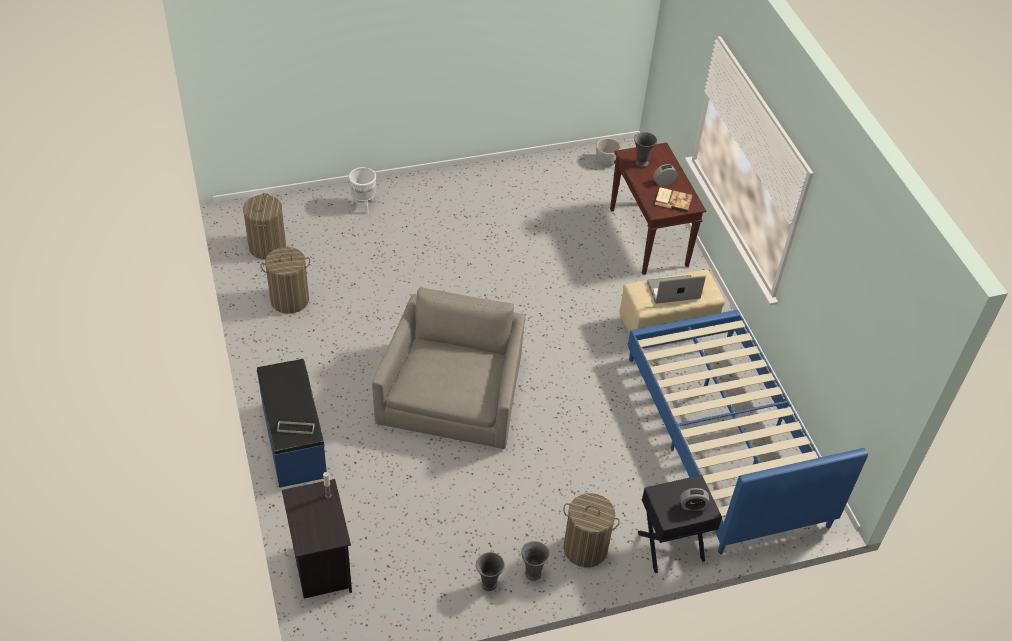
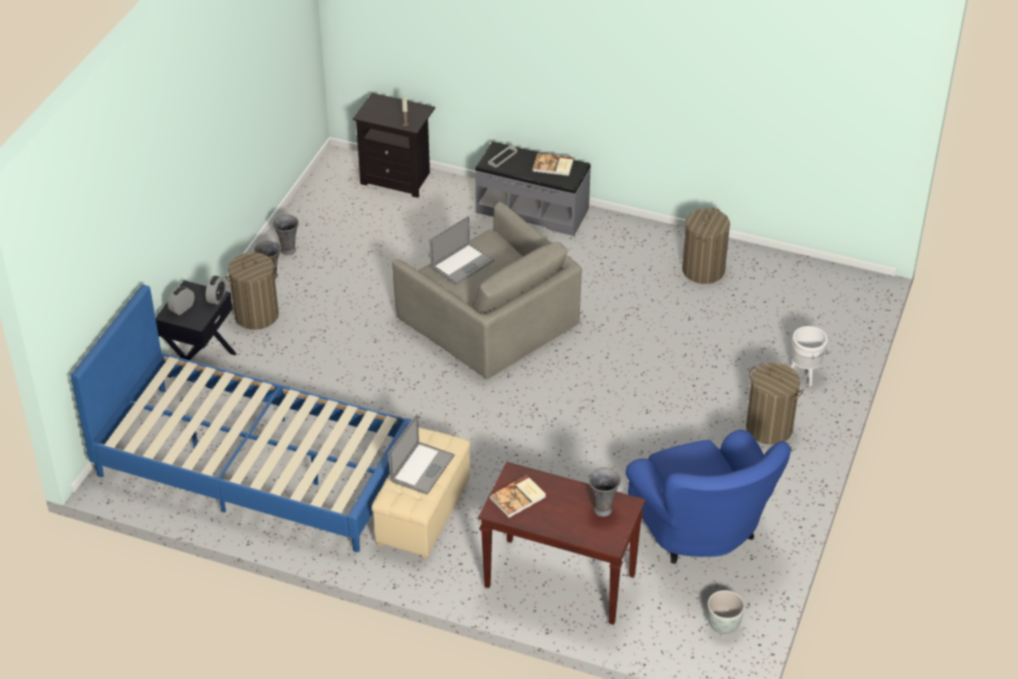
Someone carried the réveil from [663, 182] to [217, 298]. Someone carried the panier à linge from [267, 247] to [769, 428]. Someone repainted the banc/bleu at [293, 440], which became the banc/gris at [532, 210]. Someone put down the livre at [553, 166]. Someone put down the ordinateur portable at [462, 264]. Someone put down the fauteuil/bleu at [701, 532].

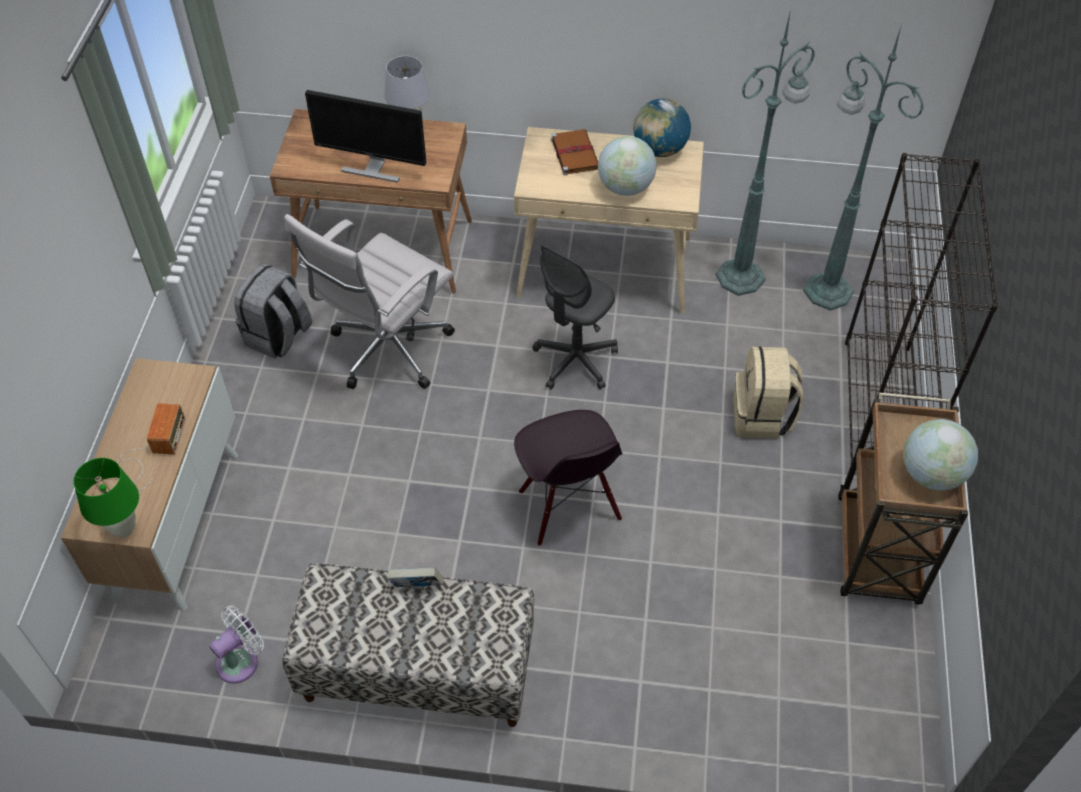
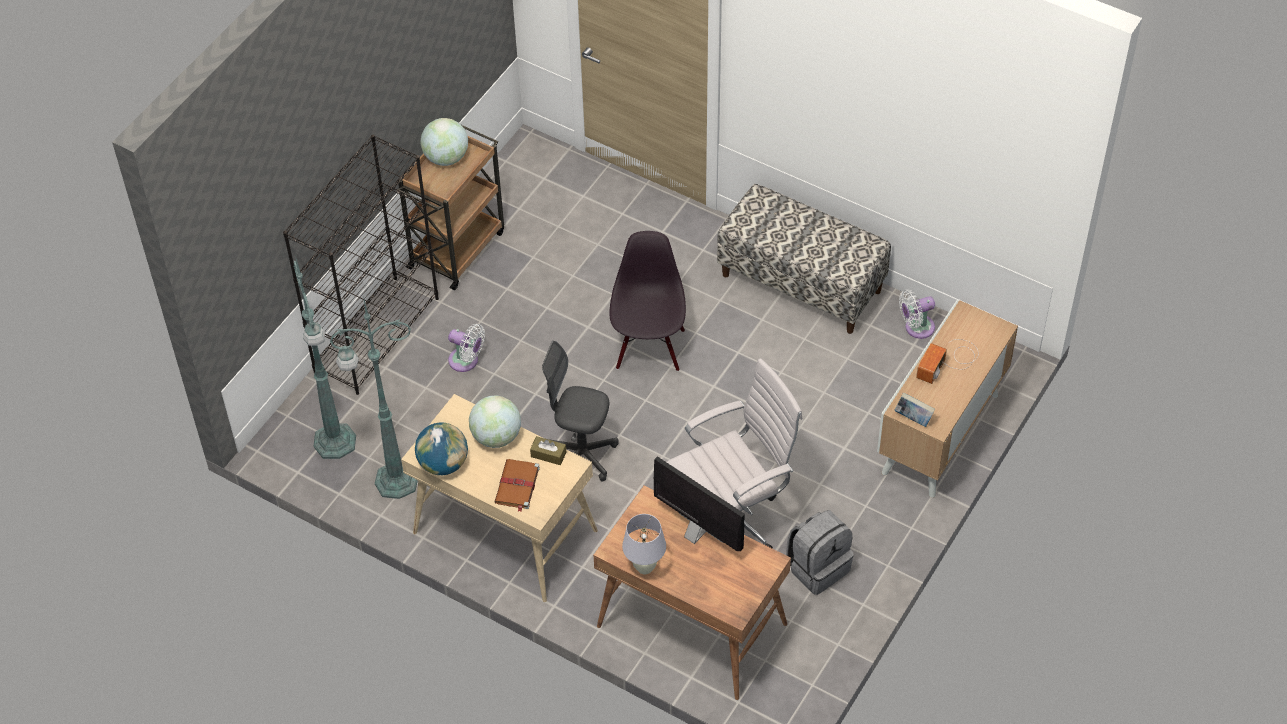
Someone rotated the chaise de bureau/gris at [575, 361] by 135 degrees counterclockwise. Someone swapped the sac à dos/beige at [762, 416] for the ventilateur/blanc at [466, 361]. Someone took away the lampe de table/vert at [123, 528]. Someone carried the livre from [417, 587] to [913, 418]. Someone put down the boîte à mouchoirs/marron at [548, 454].

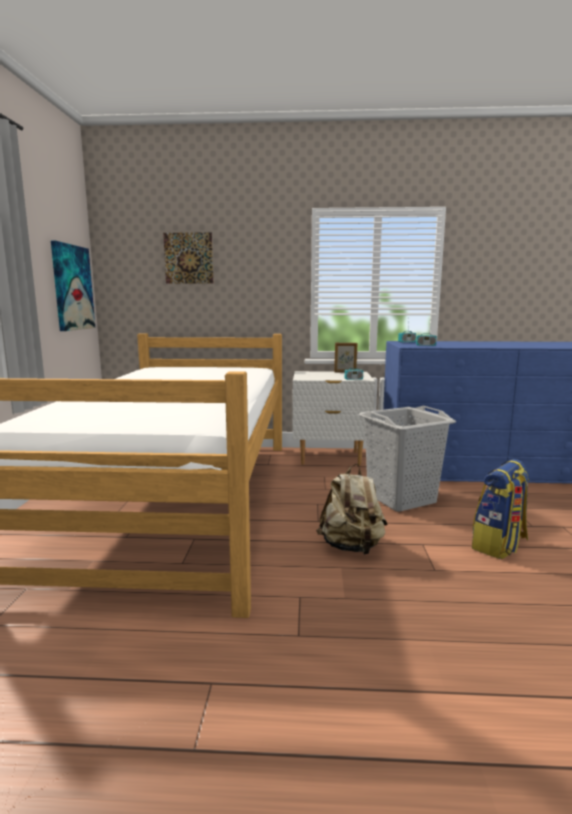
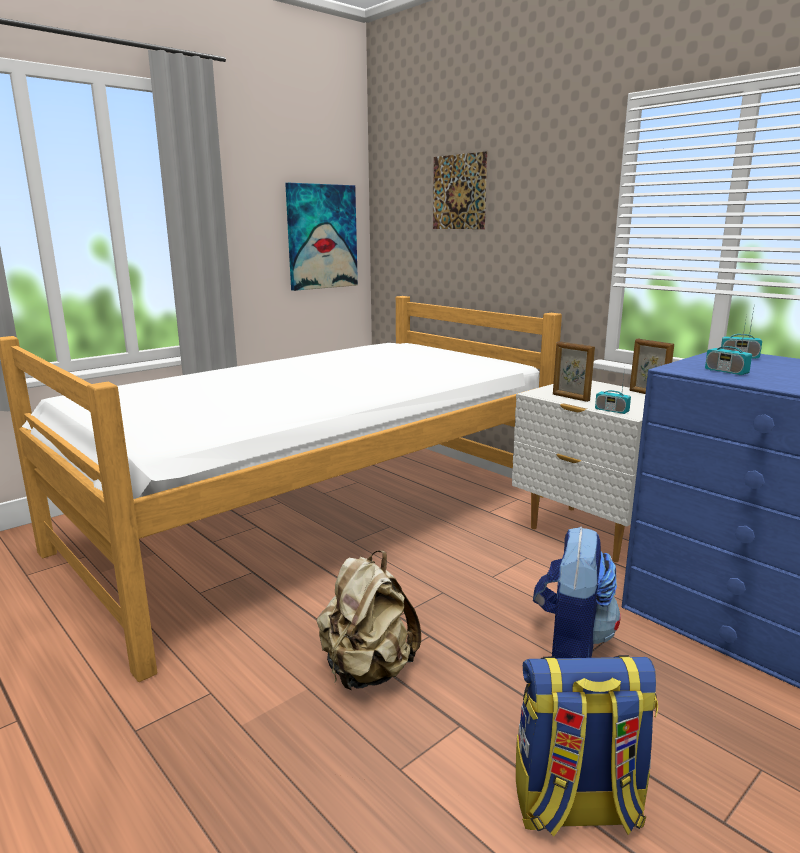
Someone swapped the panier à linge/gris at [400, 498] for the sac à dos at [571, 641]. Someone put down the cadre photo at [570, 397].

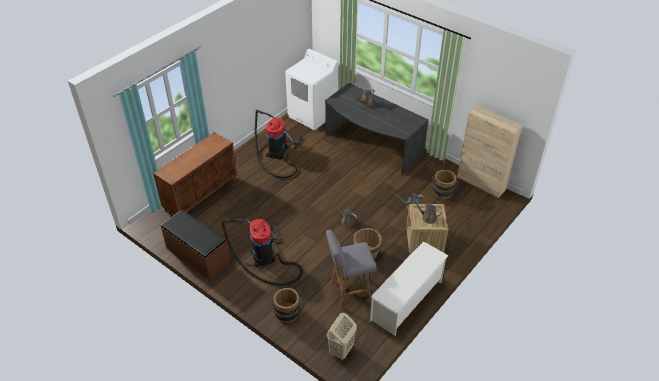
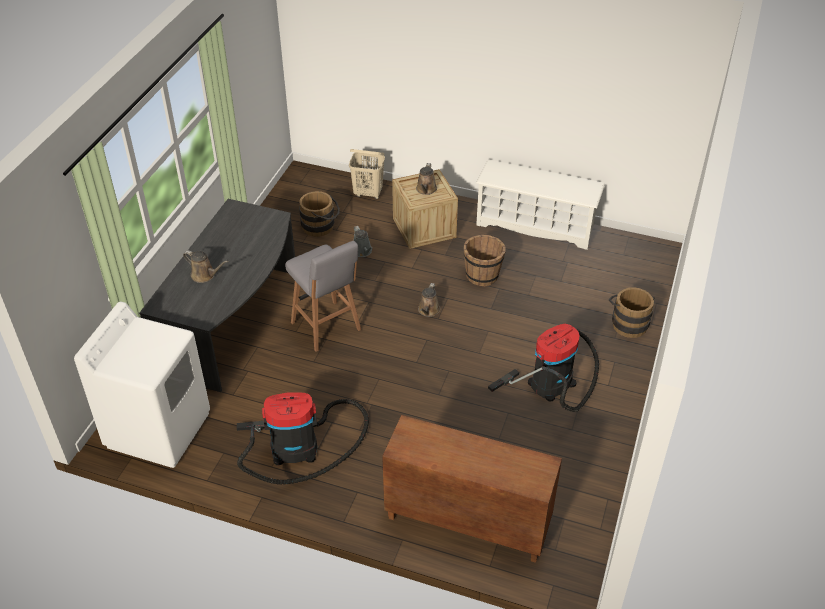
Someone took away the meuble de rangement/beige at [481, 183]. Someone took away the banc/marron at [197, 255]. Someone carried the tabouret/gris from [349, 292] to [327, 327]. Someone carried the panier à linge/beige from [341, 350] to [368, 193].

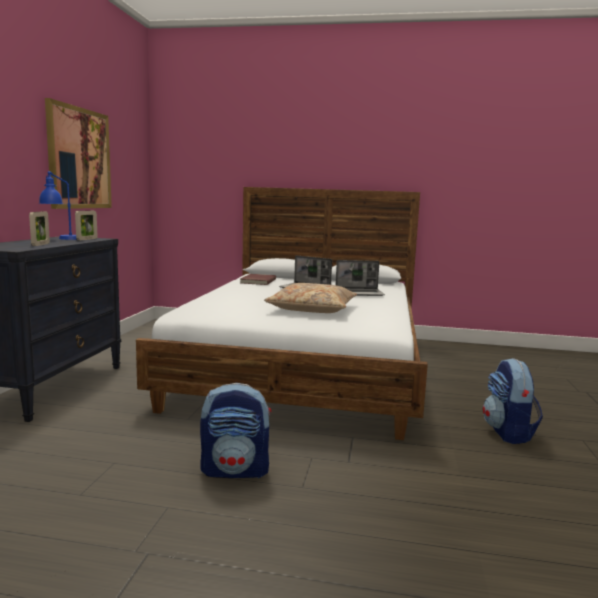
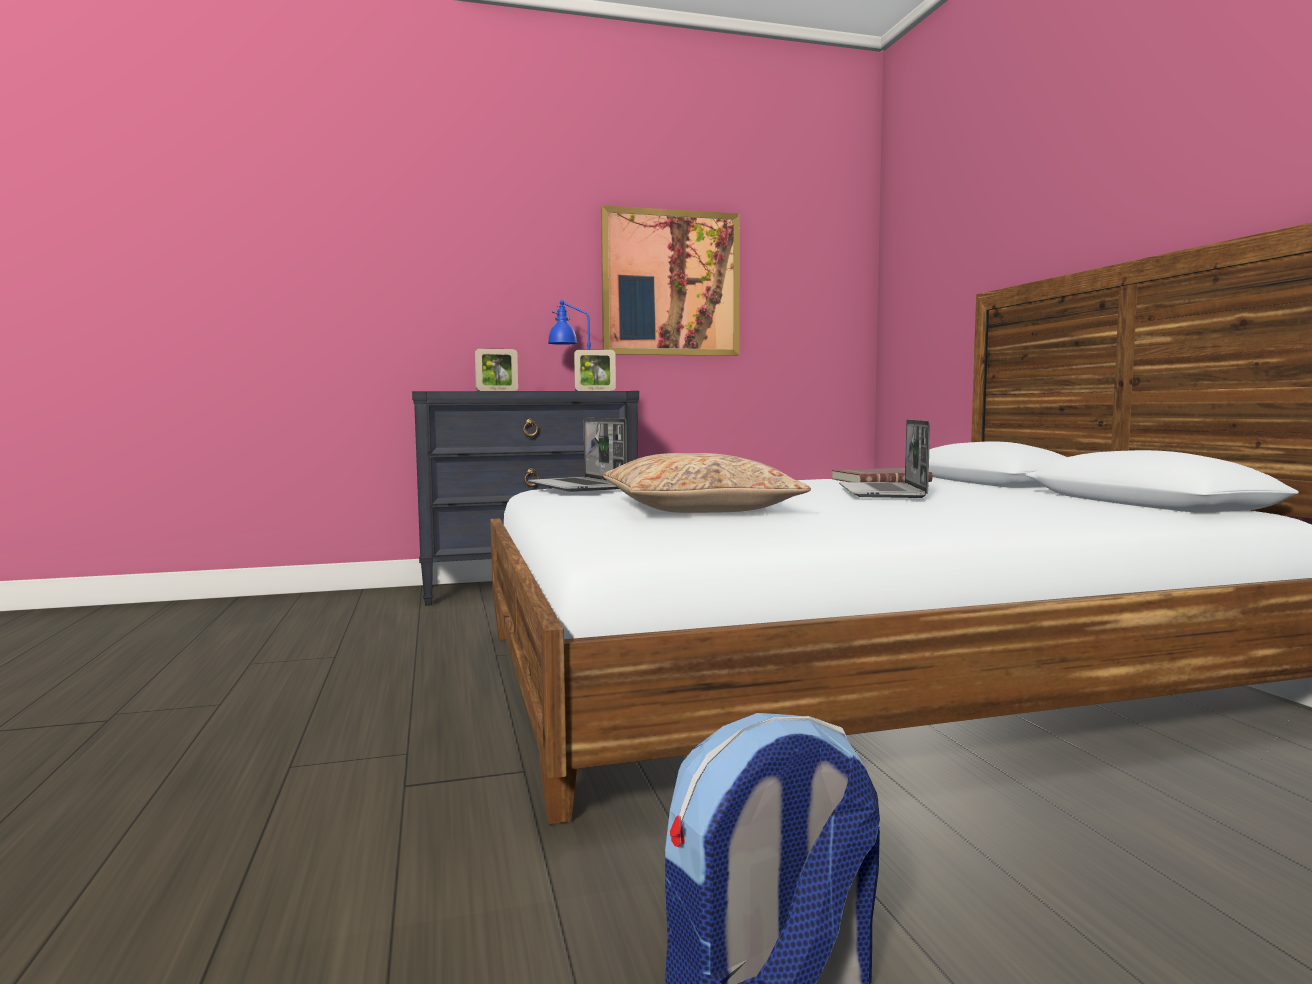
Someone carried the ordinateur portable from [359, 293] to [578, 487]. Someone took away the sac à dos at [236, 470].

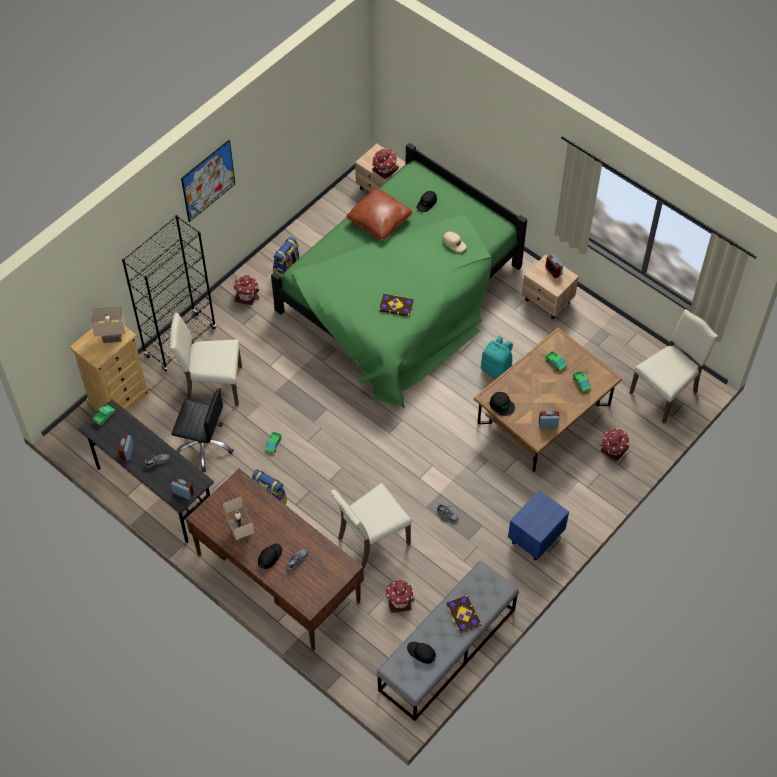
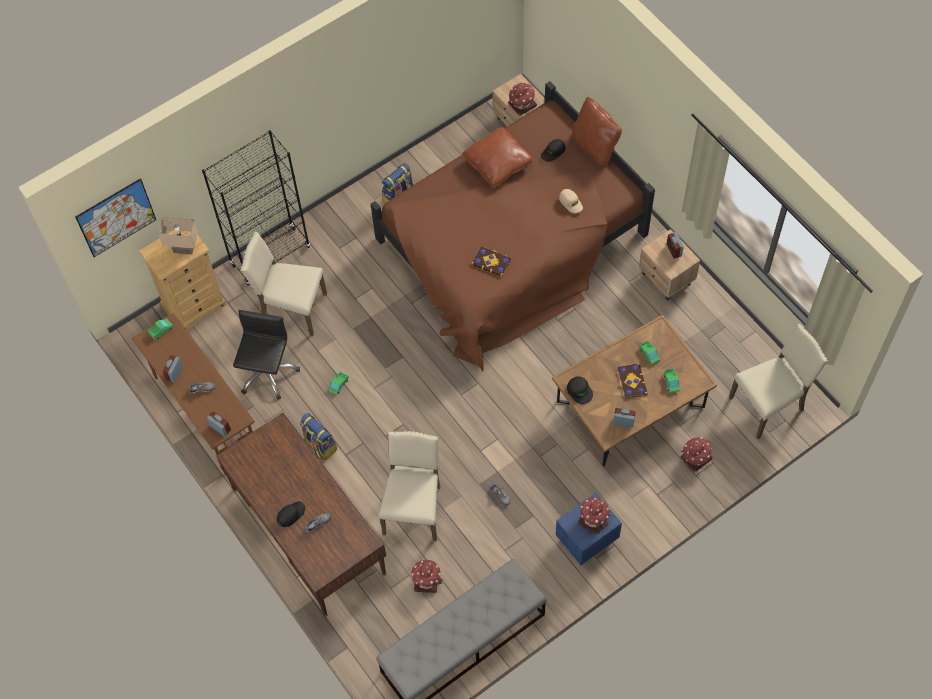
Someone carried the tableau from [208, 180] to [116, 217]. Someone repainted the lit/vert at [401, 296], which became the lit/marron at [511, 245]. Someone carried the maison miniature from [246, 295] to [593, 518]. Someone took away the sac à dos/turquoise at [497, 369]. Someone rotated the chaise de bureau/noir at [203, 446] by 105 degrees counterclockwise. Someone repainted the bureau/gris at [154, 493], which became the bureau/marron at [206, 414]. Someone rotated the chaise/beige at [371, 540] by 120 degrees clockwise. Someone took away the lampe de table/beige at [242, 532]. Someone carried the livre from [463, 615] to [631, 381]. Someone took away the casquette/noir at [421, 653]. Someone put down the coussin/marron at [594, 147].

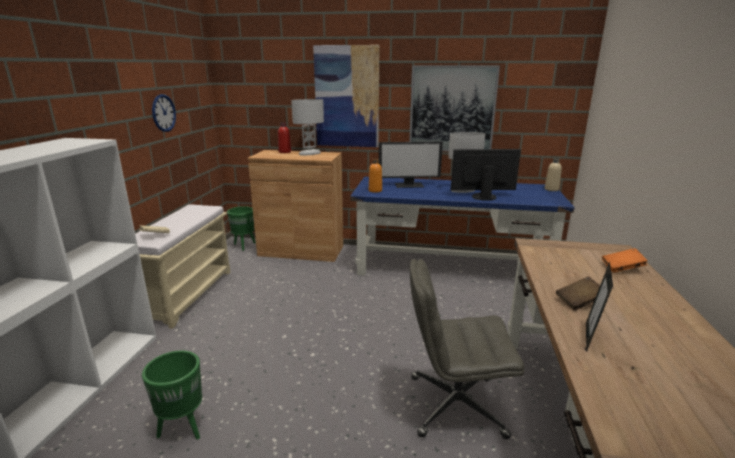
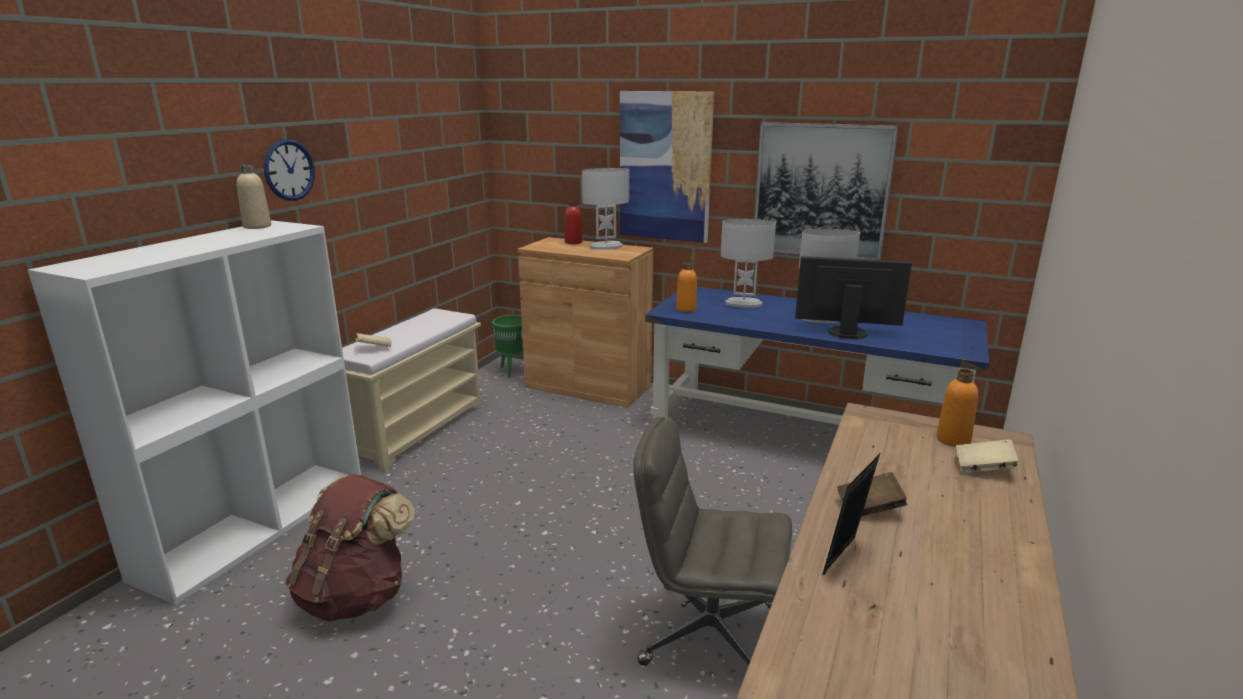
Someone carried the horloge murale from [163, 113] to [289, 170]. Someone swapped the écran d'ordinateur at [409, 185] for the lampe de table/blanc at [743, 304]. Someone carried the bouteille/beige from [551, 189] to [257, 226]. Someone repainted the livre/orange at [622, 268], which became the livre/beige at [983, 468]. Someone swapped the cache-pot/vert at [184, 428] for the sac à dos/marron at [356, 596]. Someone put down the bouteille/orange at [953, 440].

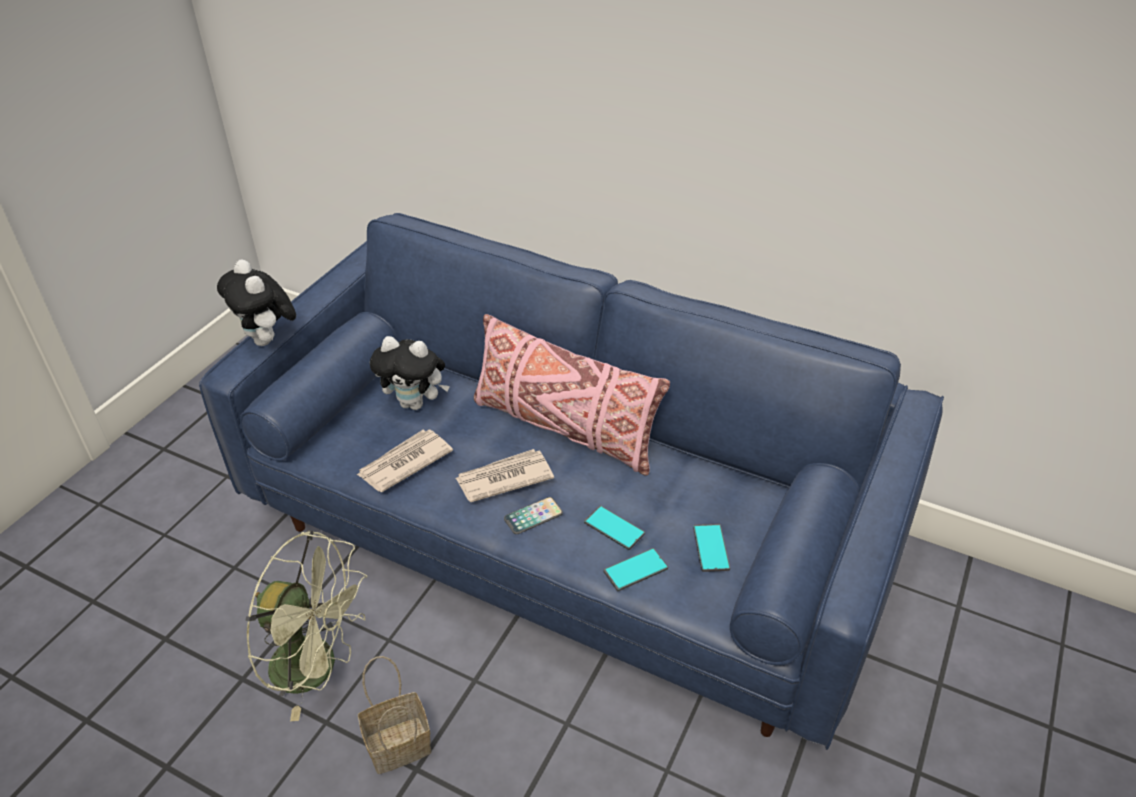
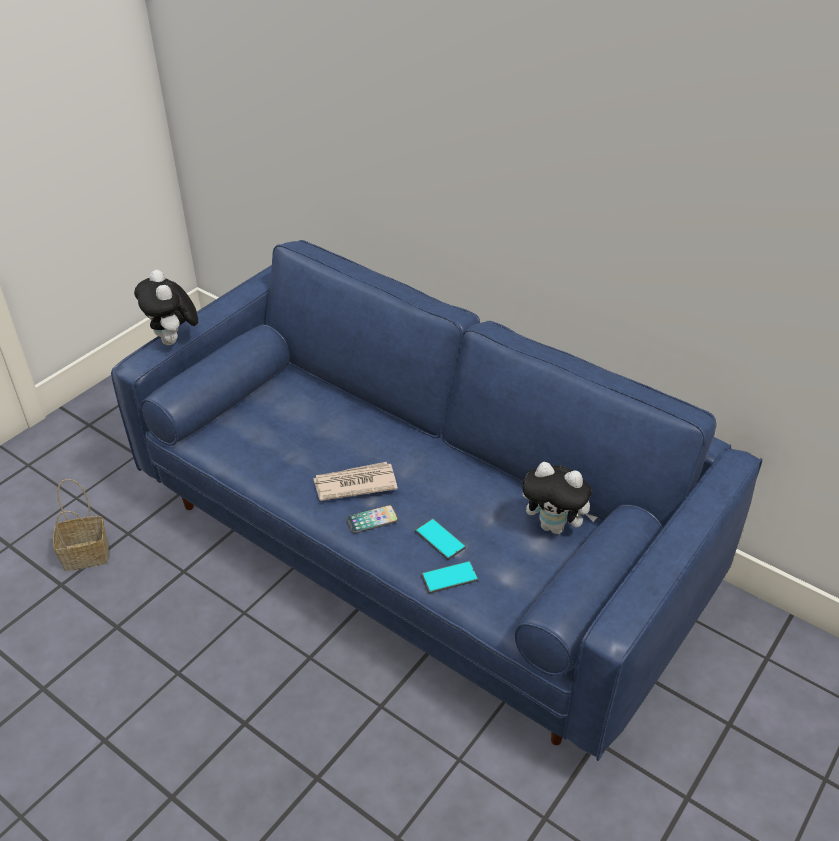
Someone took away the coussin/rose at [564, 428]. Someone carried the peluche from [415, 403] to [555, 526]. Someone took away the journal at [404, 463]. Someone took away the téléphone at [710, 548]. Someone took away the ventilateur/vert at [318, 667]. Someone carried the panier from [400, 743] to [88, 553].

